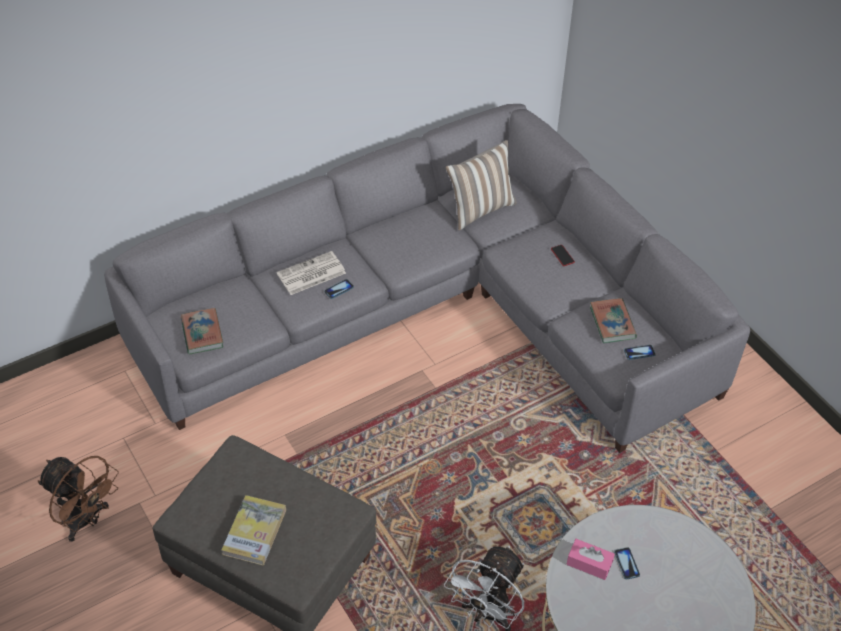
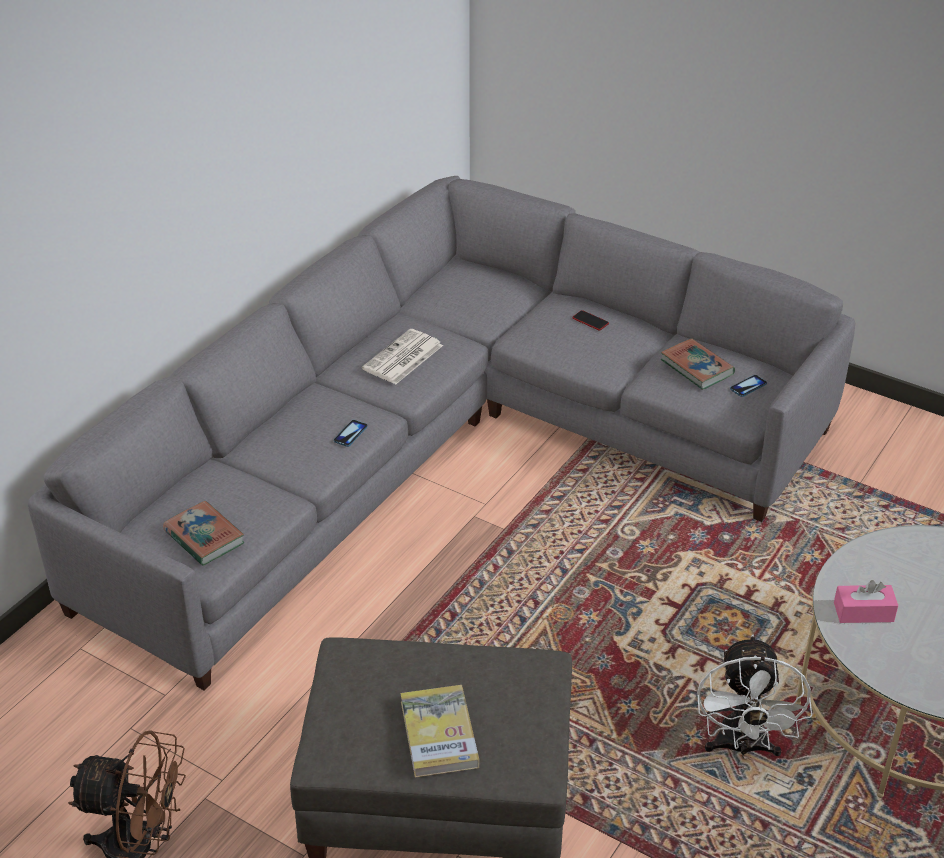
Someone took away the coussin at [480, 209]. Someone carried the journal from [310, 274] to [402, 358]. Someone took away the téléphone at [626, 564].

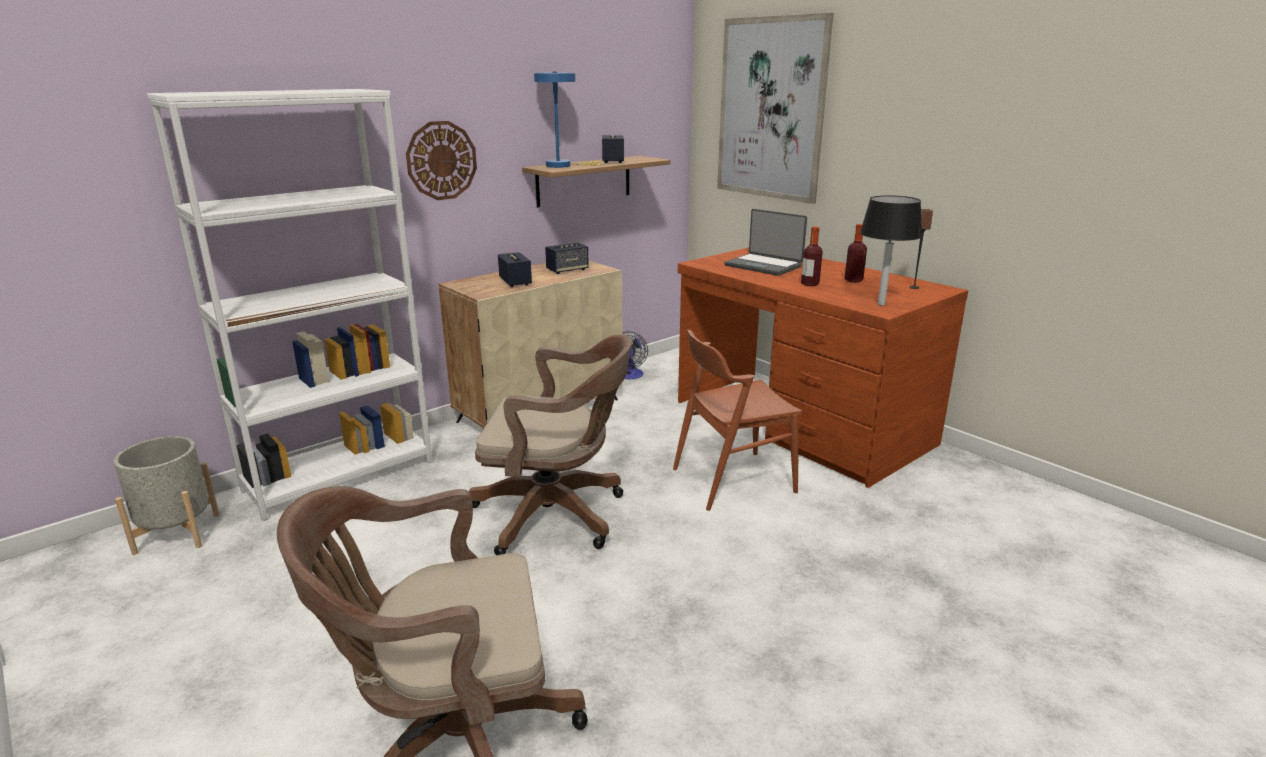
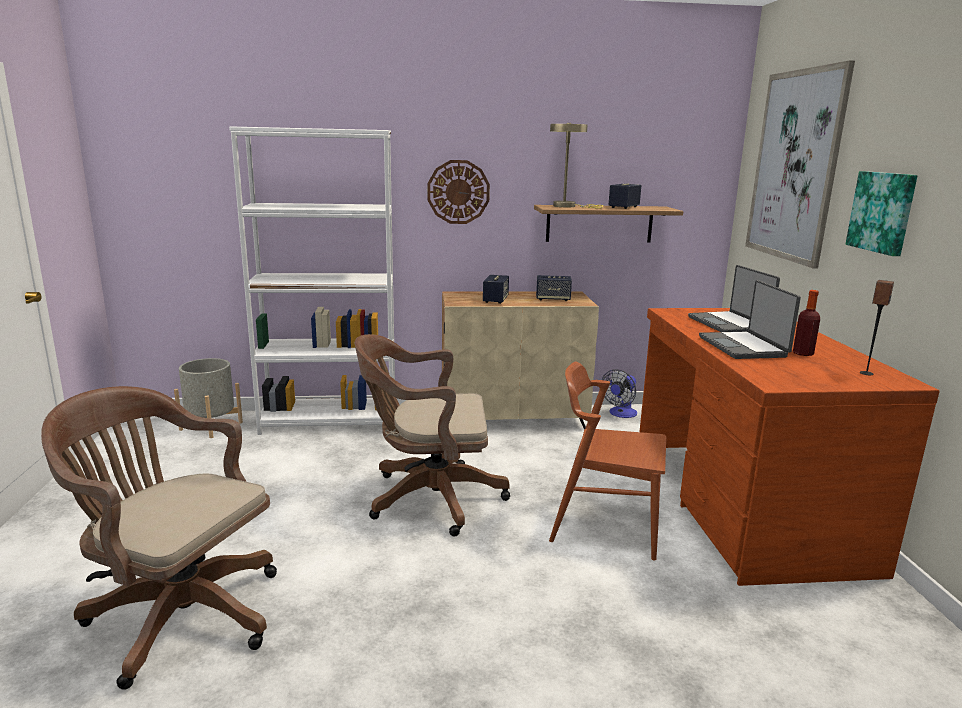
Someone repainted the lampe de table/bleu at [563, 166], which became the lampe de table/beige at [568, 206]. Someone took away the lampe de table/noir at [881, 304]. Someone swapped the bouteille at [810, 284] for the ordinateur portable at [744, 347]. Someone rotated the chaise de bureau/marron at [557, 515] by 135 degrees clockwise. Someone put up the tableau at [883, 212].

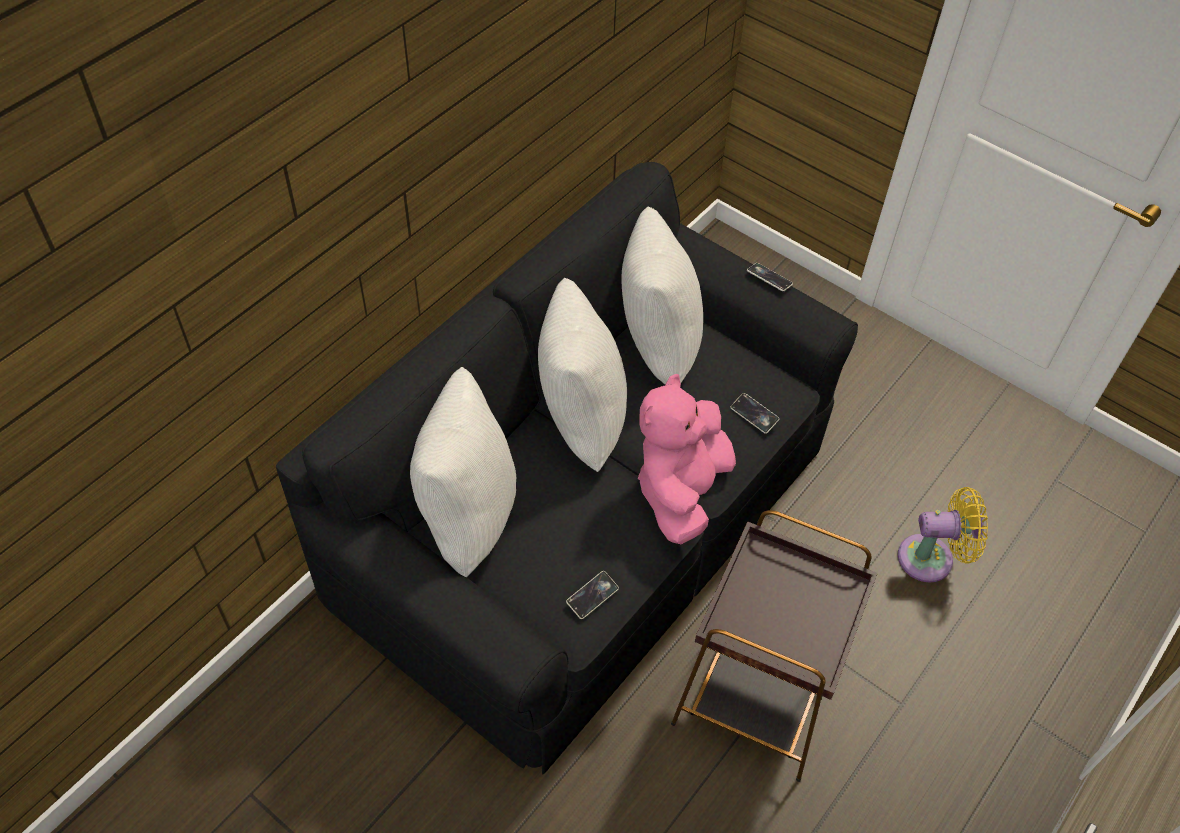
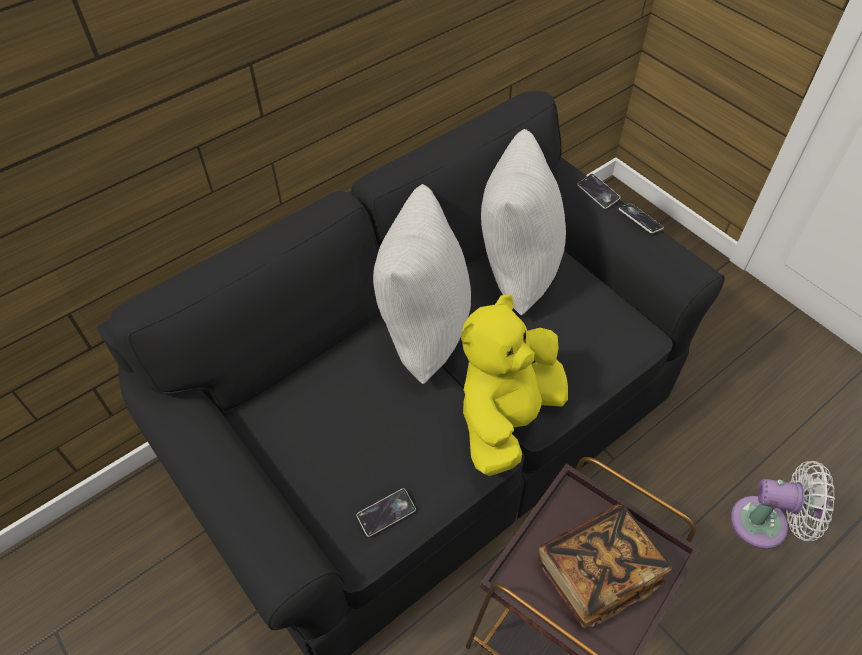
Someone took away the coussin/blanc at [466, 516]. Someone repainted the peluche/rose at [681, 491], which became the peluche/jaune at [507, 417]. Someone carried the téléphone from [754, 415] to [598, 193]. Someone repainted the ventilateur/jaune at [931, 558], which became the ventilateur/blanc at [765, 524]. Someone put down the livre at [597, 573].

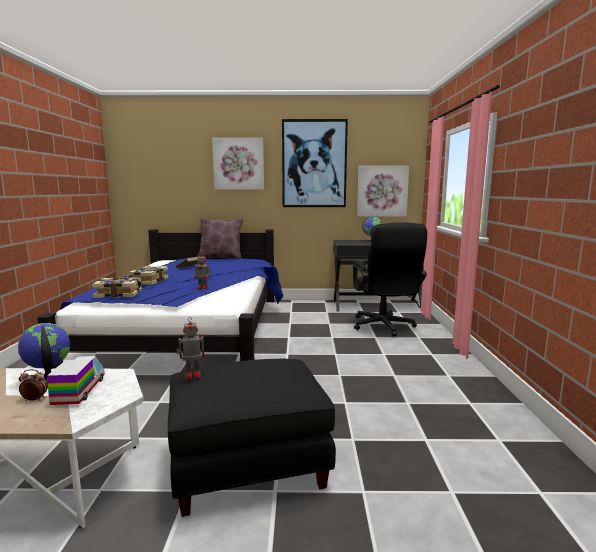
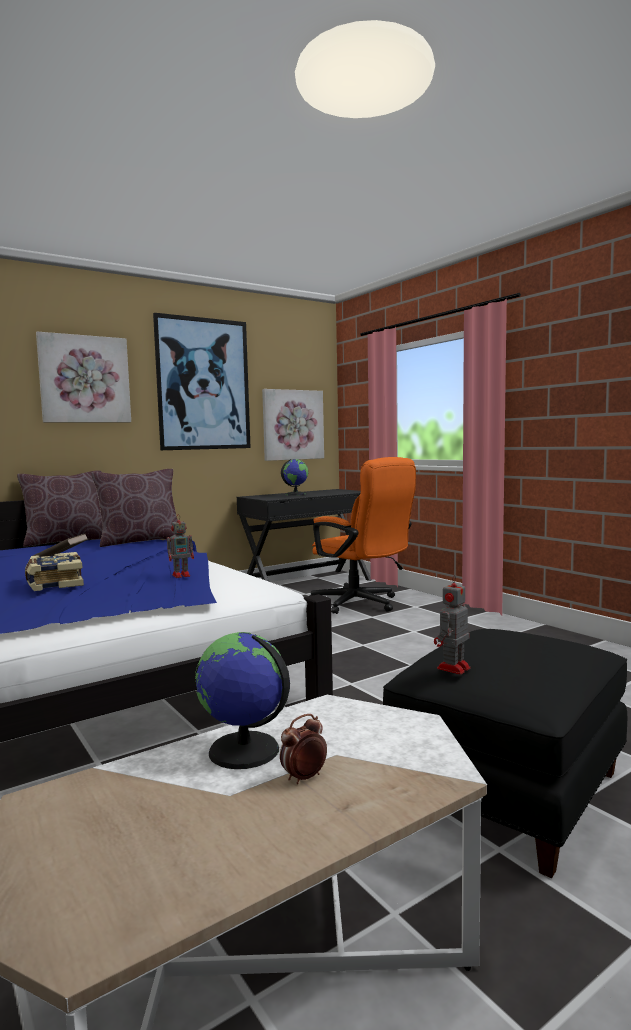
Someone repainted the chaise de bureau/noir at [384, 327], which became the chaise de bureau/orange at [361, 604]. Someone took away the livre at [119, 294]. Someone took away the camion jouet at [79, 391]. Someone put down the coussin/marron at [140, 541].

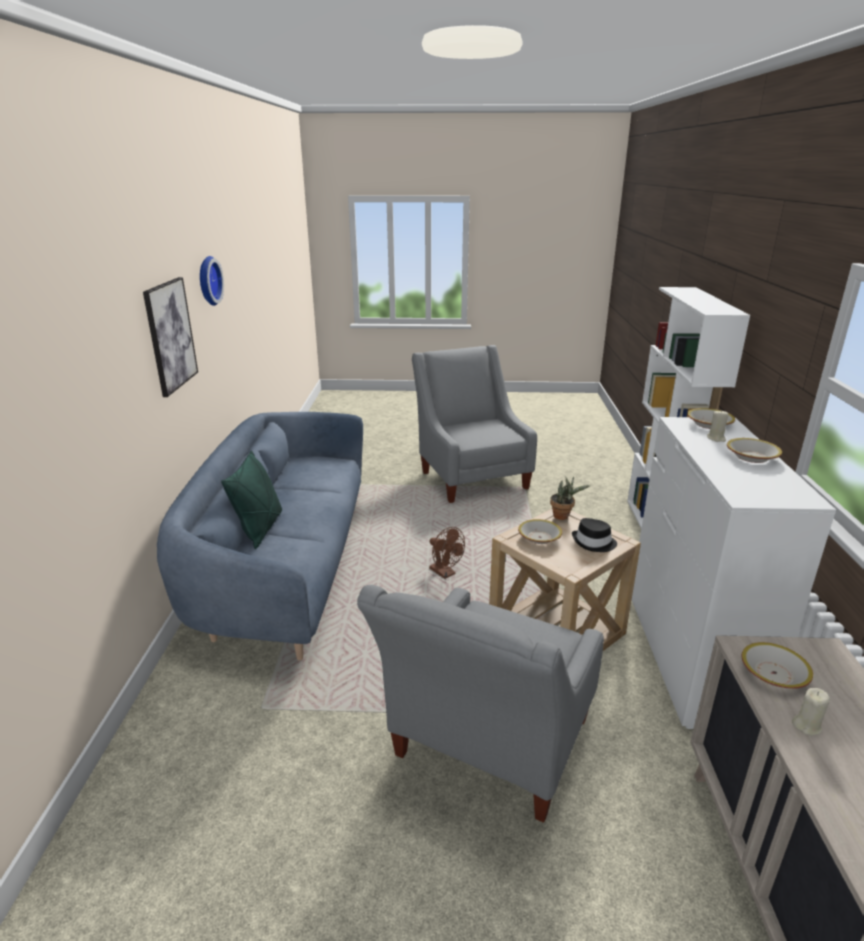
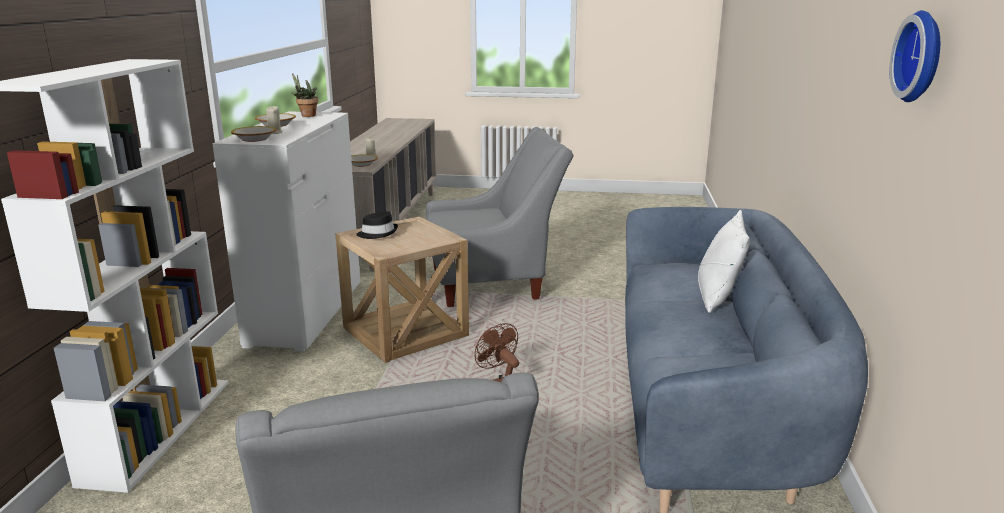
Someone took away the tableau at [170, 335]. Someone repainted the coussin/vert at [260, 529], which became the coussin/blanc at [717, 297]. Someone carried the plante en pot from [563, 516] to [306, 115]. Someone took away the bol at [539, 538]. Someone rotated the fauteuil/gris at [486, 748] by 45 degrees clockwise.

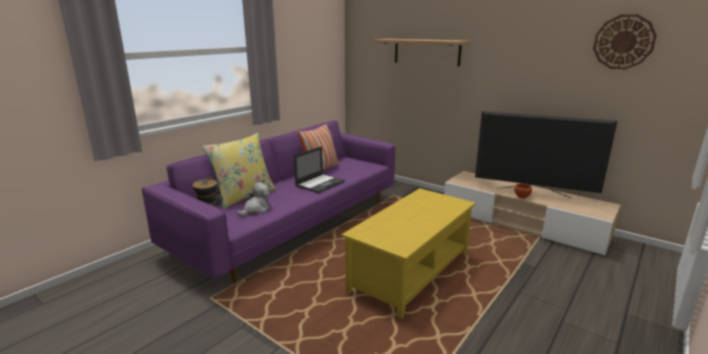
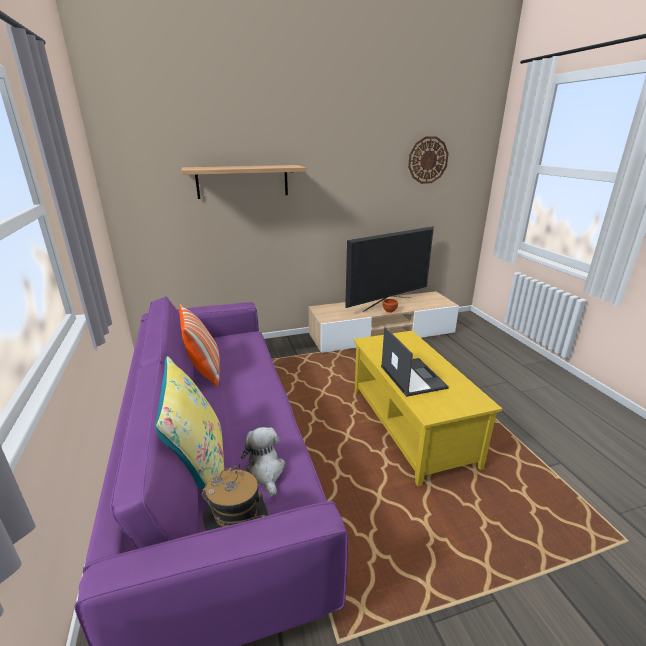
Someone carried the ordinateur portable from [320, 183] to [412, 376].

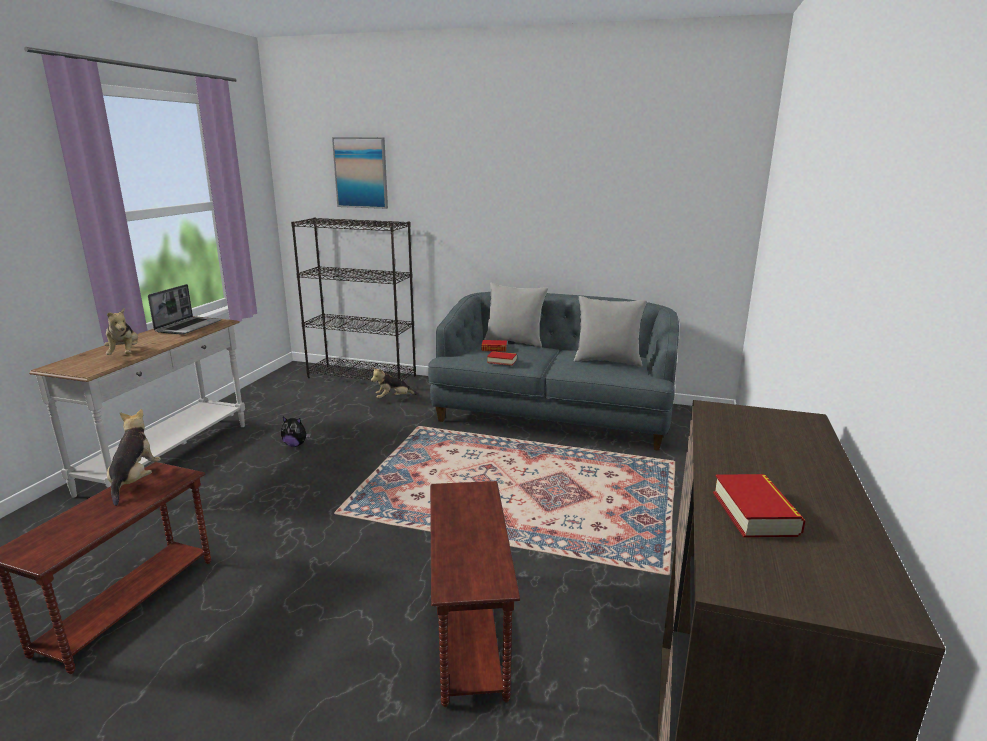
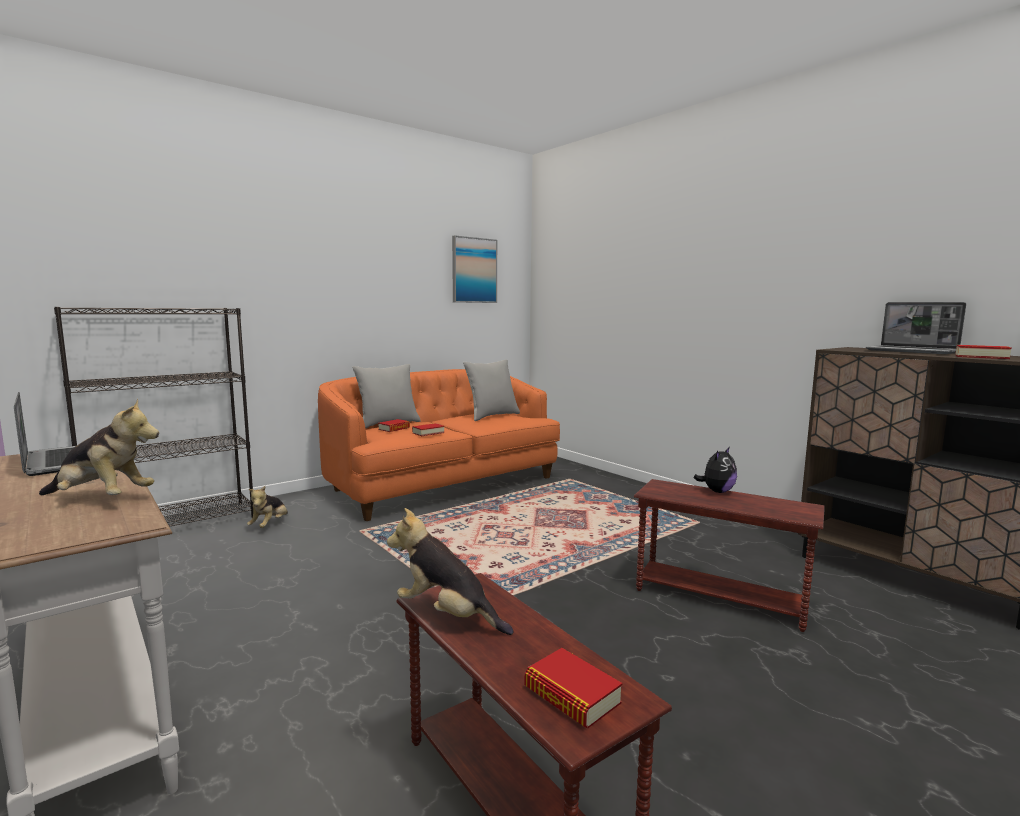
Someone carried the tableau from [361, 173] to [474, 270]. Someone repainted the canapé/gris at [553, 415], which became the canapé/orange at [442, 484]. Someone carried the peluche from [295, 445] to [717, 491]. Someone put down the ordinateur portable at [912, 351]. Someone put down the livre at [572, 695].

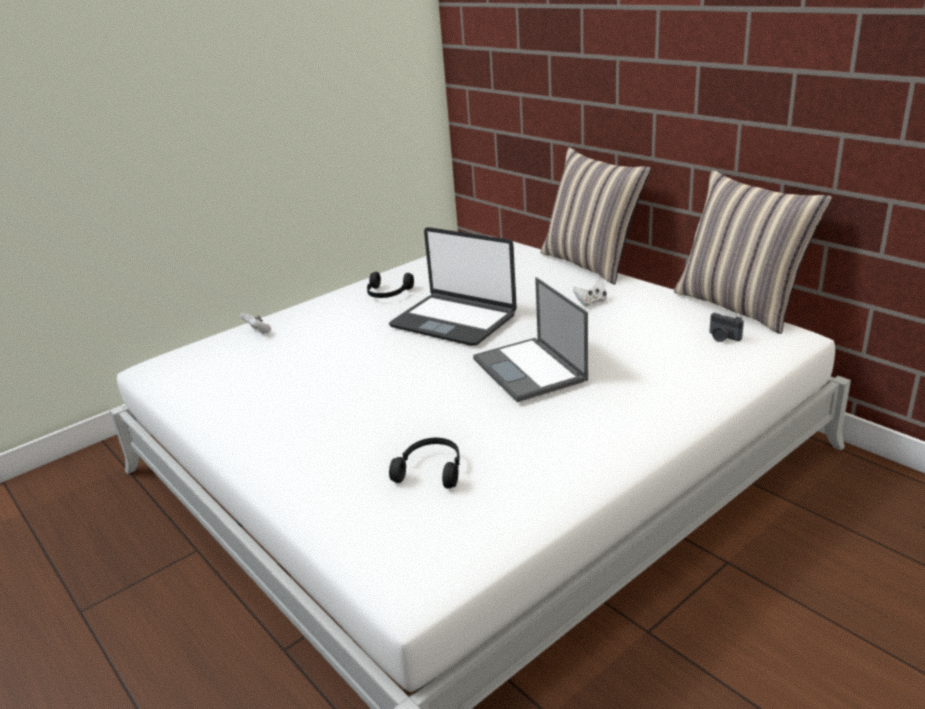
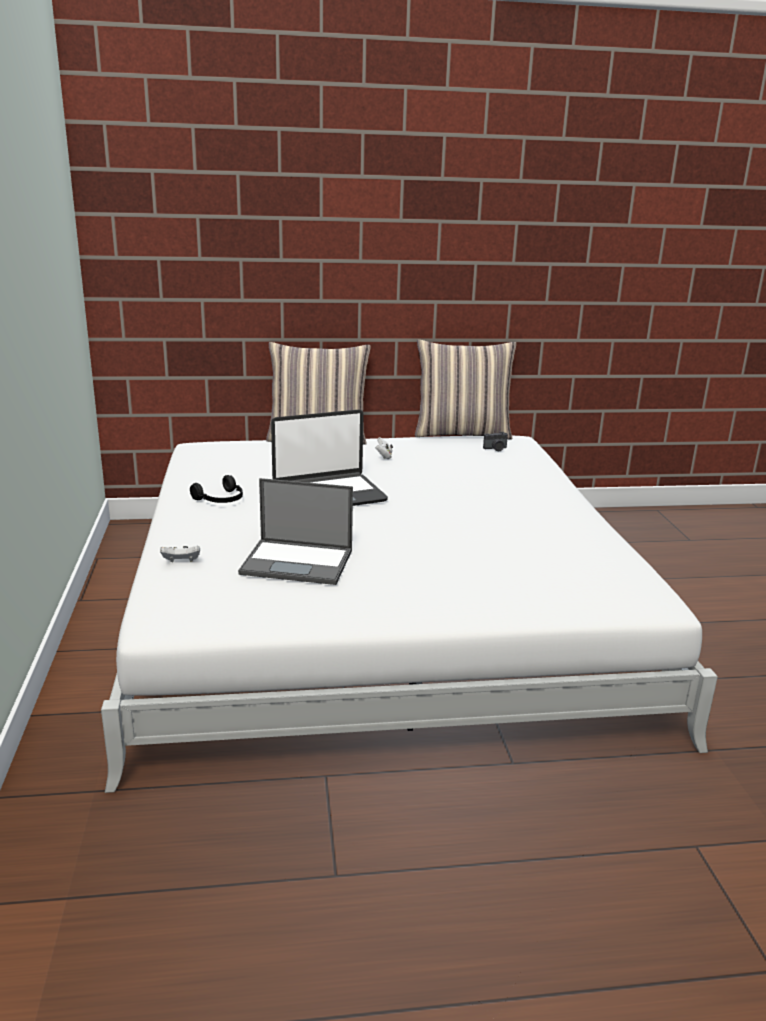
Someone carried the ordinateur portable from [530, 370] to [298, 562]. Someone took away the casque audio/noir at [431, 470].

